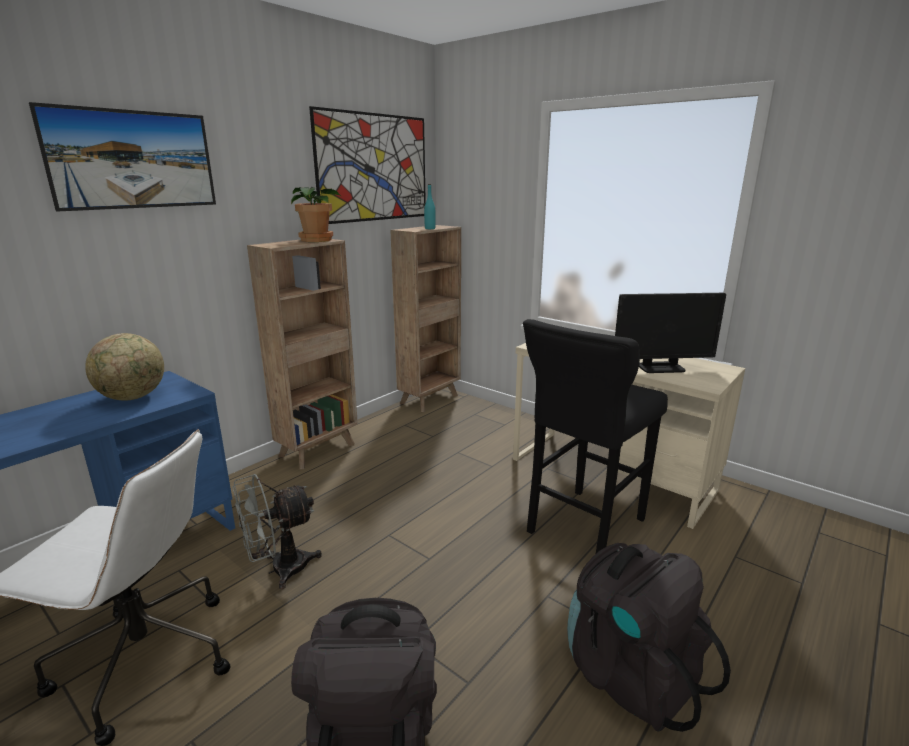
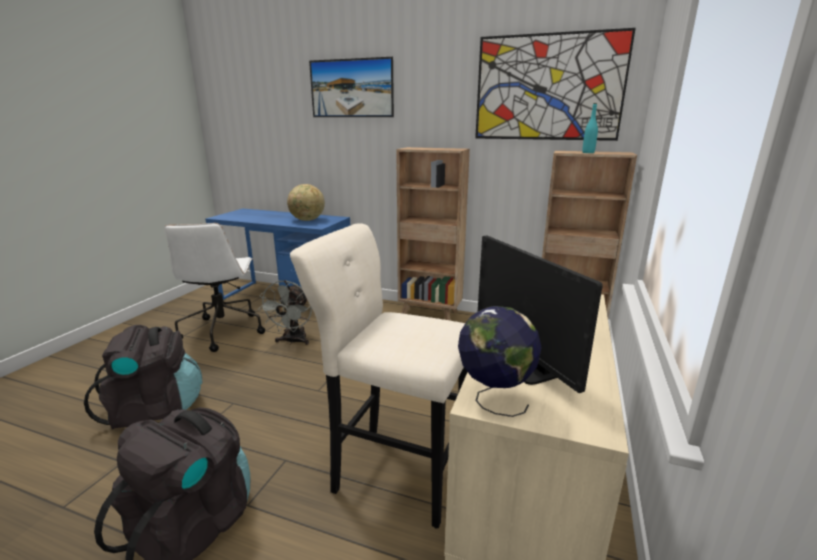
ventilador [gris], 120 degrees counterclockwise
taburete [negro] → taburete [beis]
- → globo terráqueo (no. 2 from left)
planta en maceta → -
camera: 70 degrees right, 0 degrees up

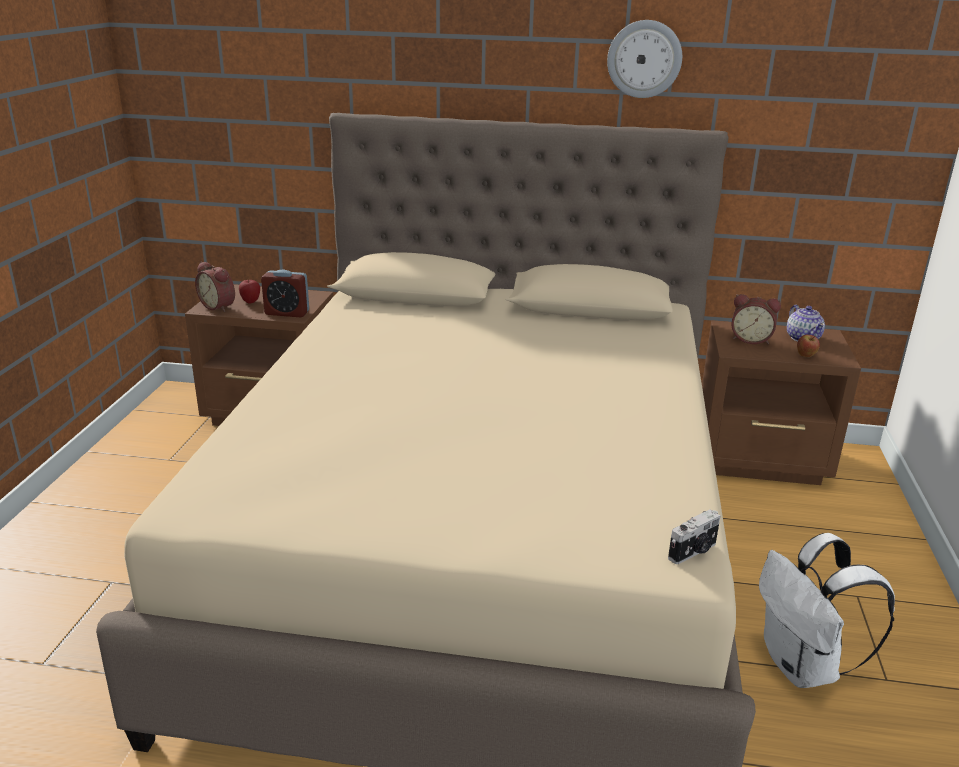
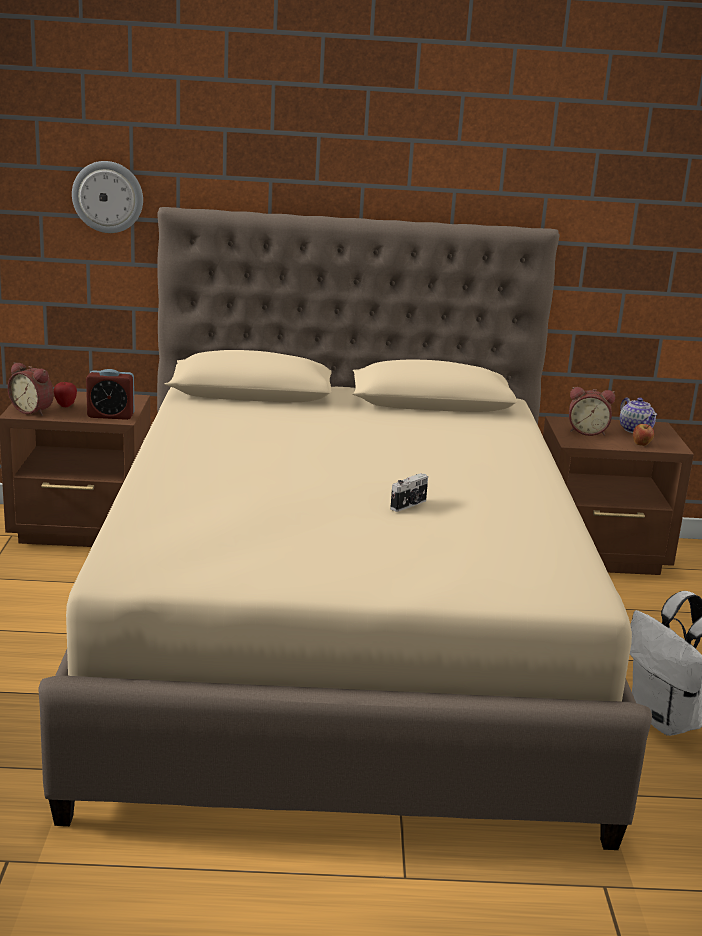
reloj de pared, relocated
cámara, relocated
camera: 10 degrees left, 5 degrees down

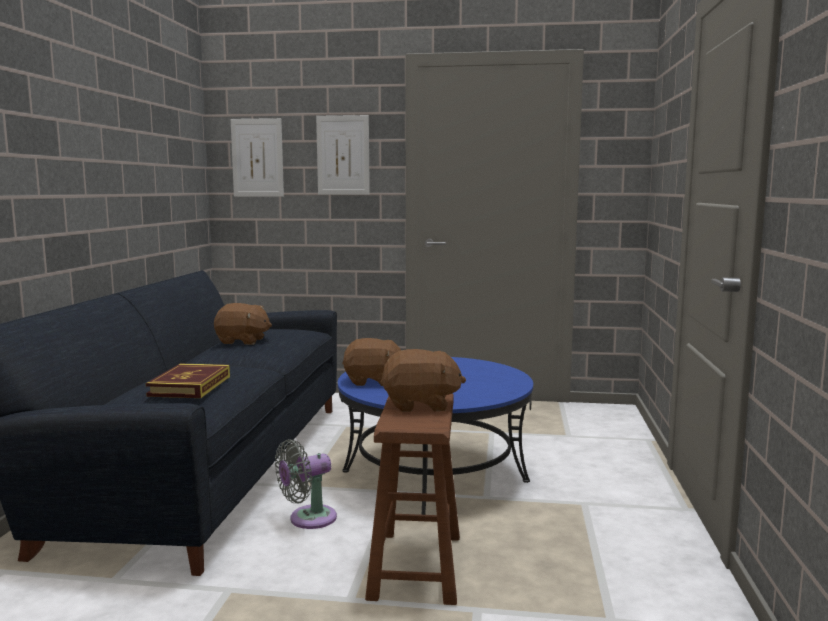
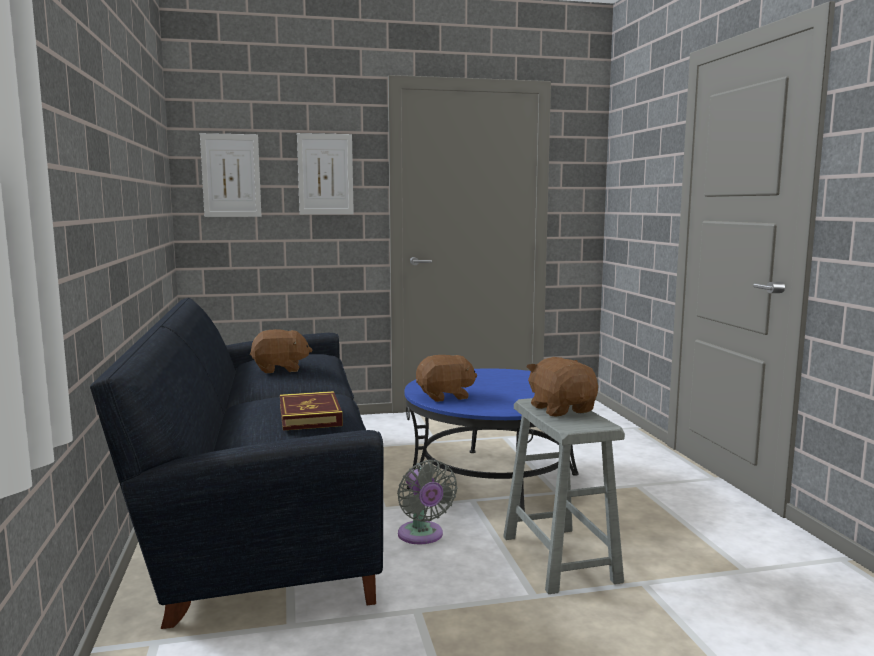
ventilador [gris], 60 degrees counterclockwise
taburete [marrón] → taburete [gris]
peluche [marrón] (no. 3 from left), 90 degrees counterclockwise
camera: 20 degrees left, 0 degrees up

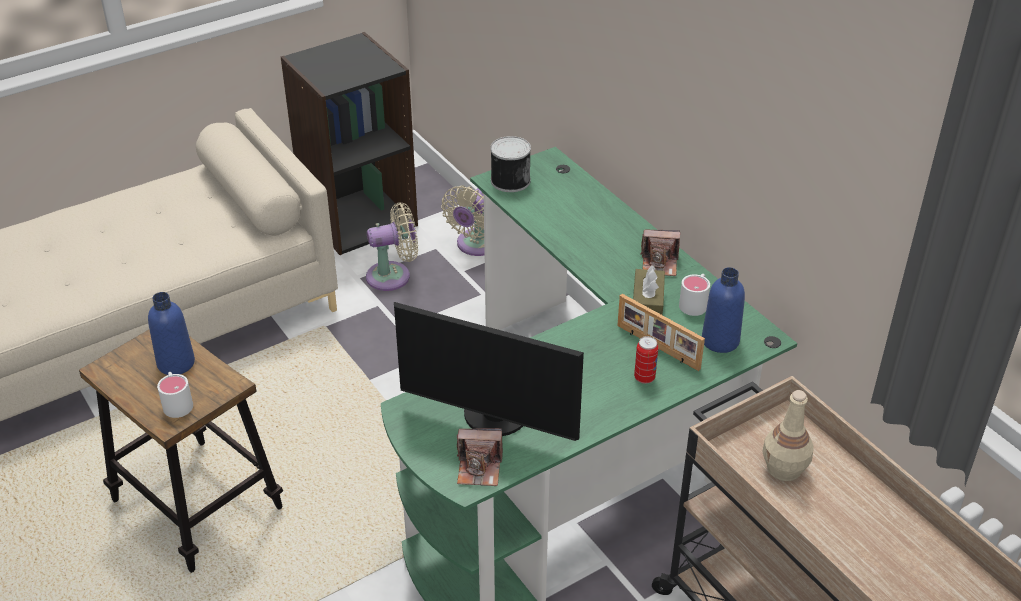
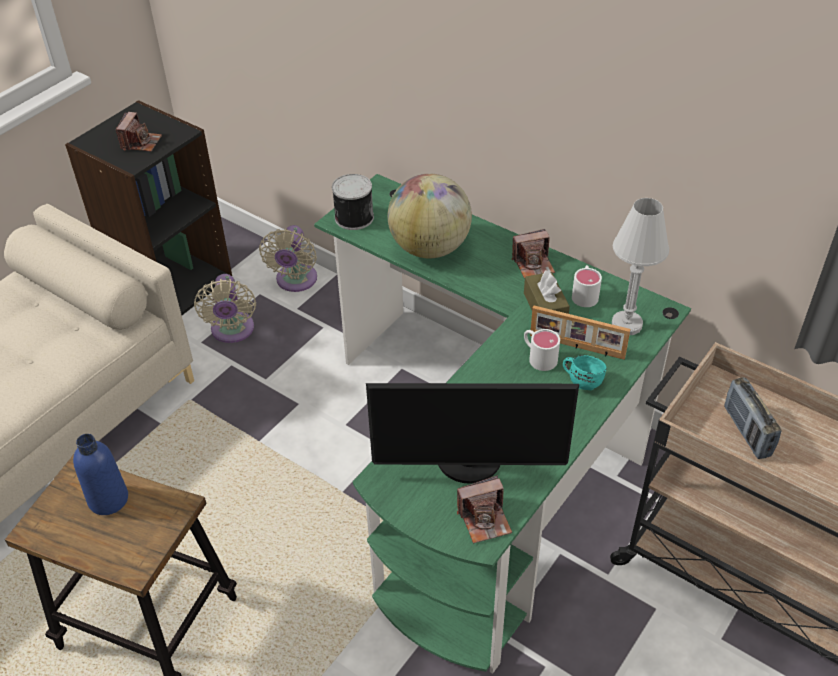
- → cámara (no. 1 from left)
ventilador [beis] (no. 1 from left), 120 degrees clockwise
- → globo terráqueo
taza grande [blanco] (no. 1 from left), relocated
lata (no. 2 from left) → taza grande [turquesa]
botella [azul] (no. 2 from left) → lámpara de mesa [blanco]
botella [beis] → radio
camera: 20 degrees left, 5 degrees up

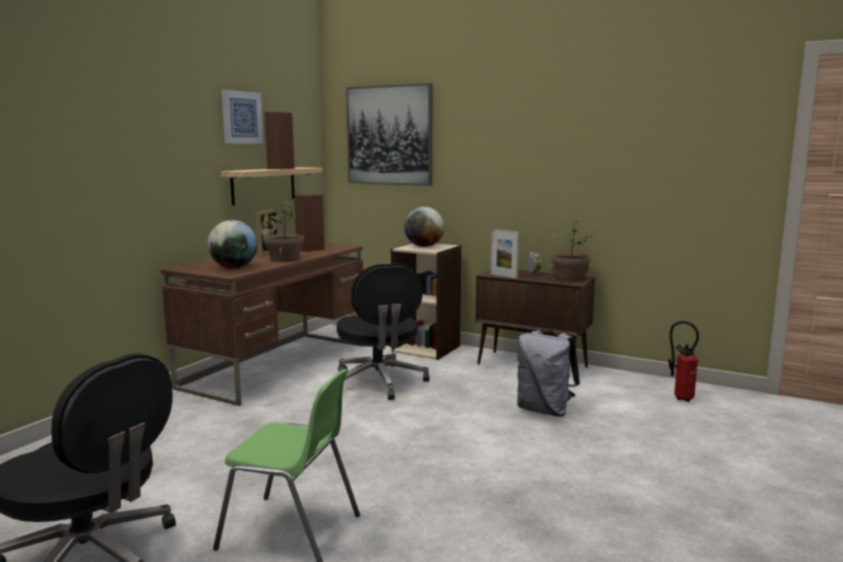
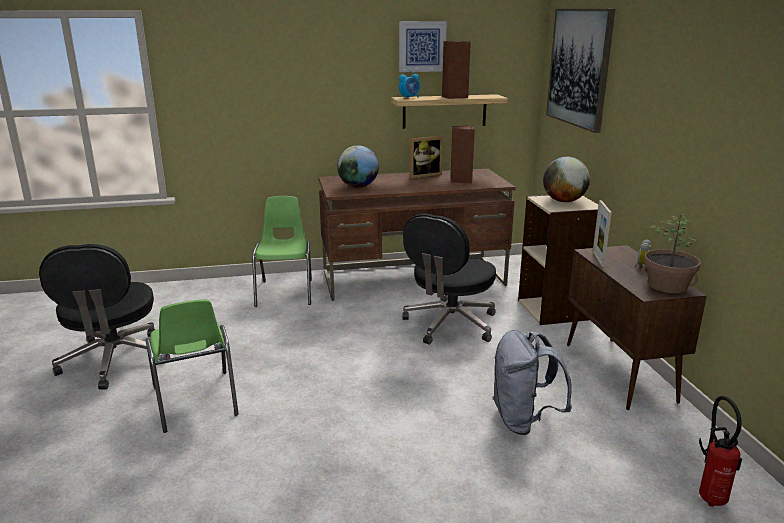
- → silla [verde] (no. 2 from left)
- → despertador (no. 1 from left)
planta en maceta (no. 1 from left) → -
camera: 50 degrees right, 10 degrees up

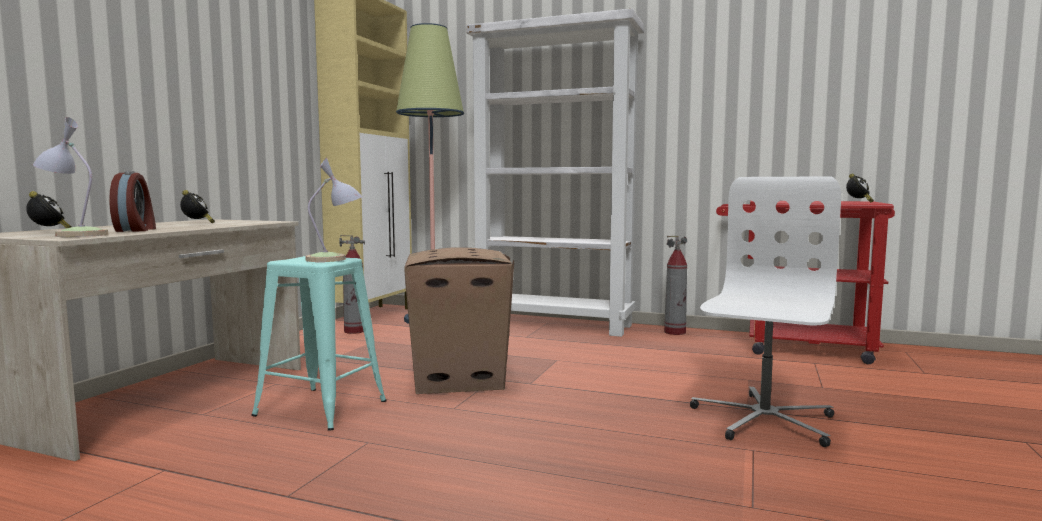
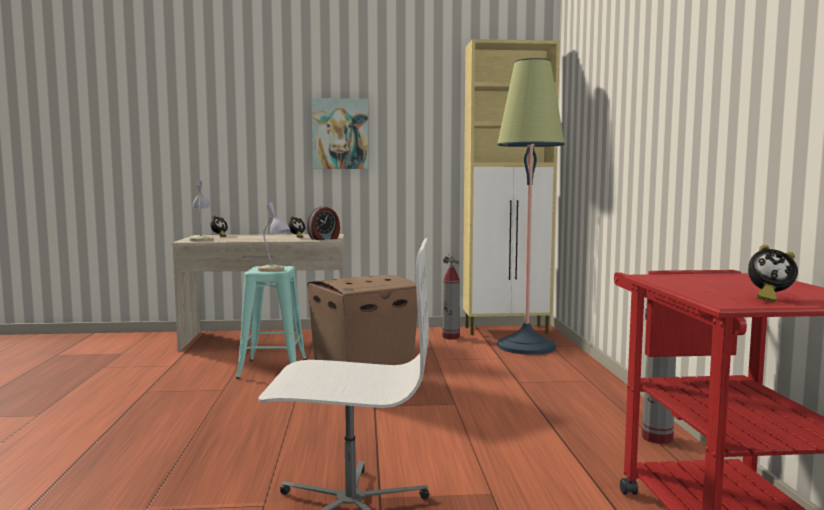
despertador (no. 2 from left in the first image) → despertador (no. 3 from left), relocated
- → cuadro
estantería [blanco] → -
camera: 65 degrees right, 0 degrees up

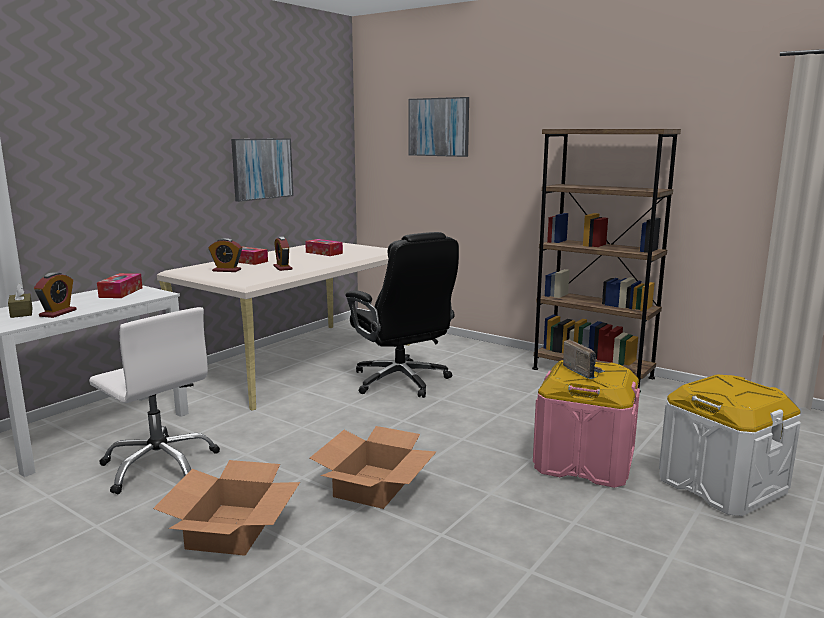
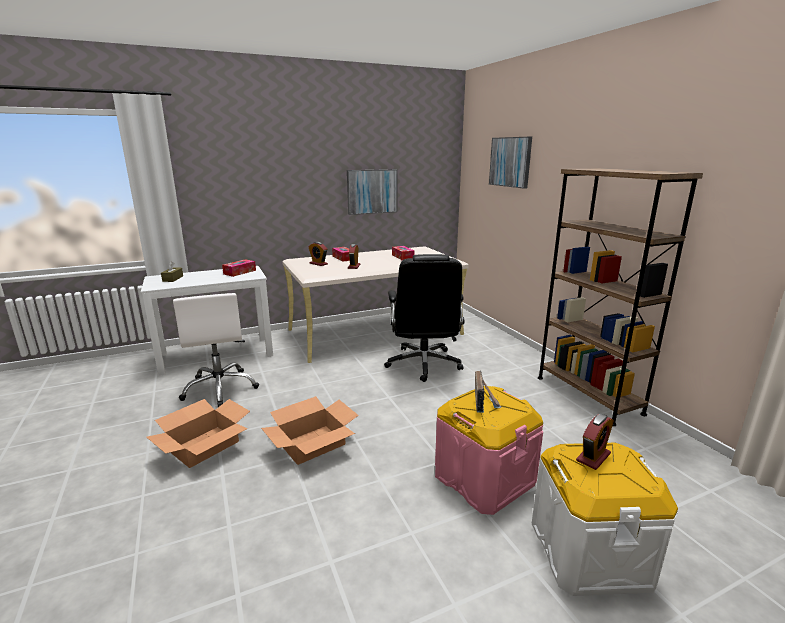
despertador (no. 1 from left in the first image) → despertador (no. 3 from left), relocated
camera: 30 degrees right, 5 degrees up

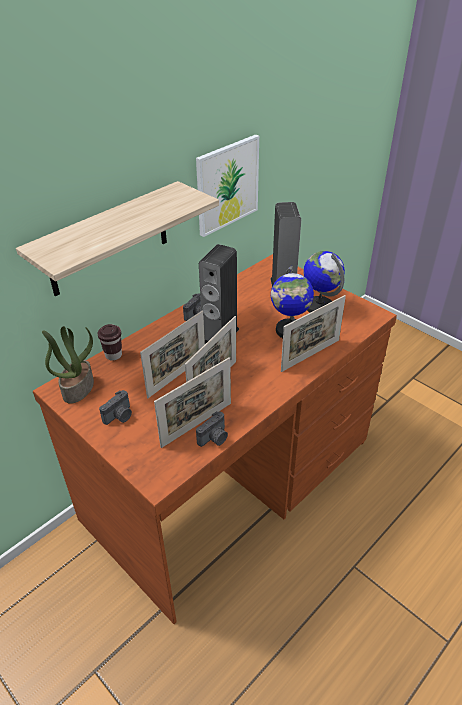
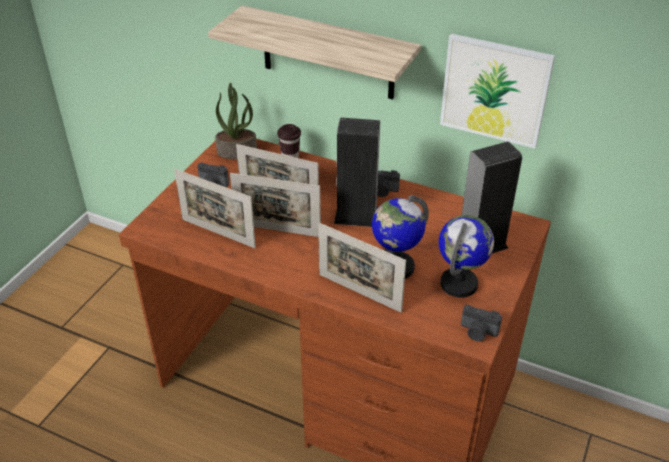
cámara (no. 3 from left), relocated
camera: 70 degrees right, 0 degrees up

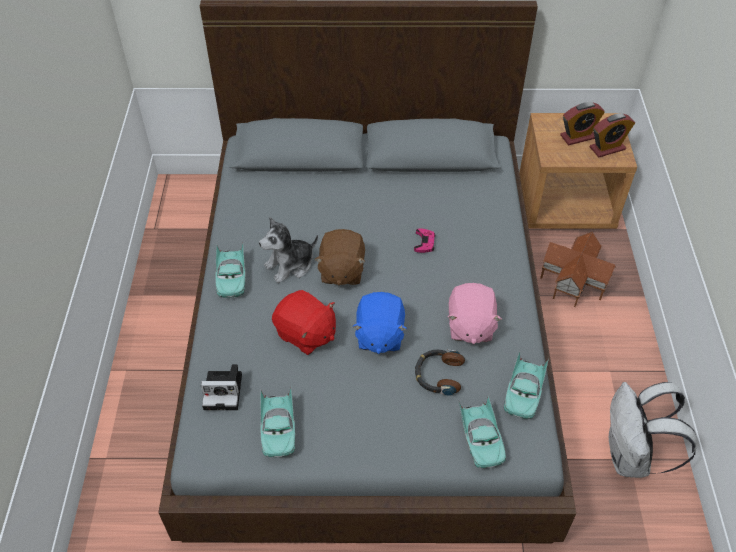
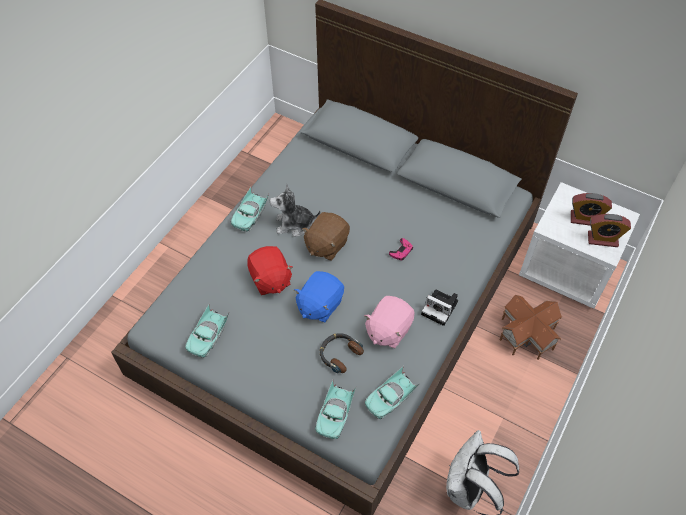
cámara, relocated
mesita de noche [marrón] → mesita de noche [blanco]
camera: 30 degrees right, 5 degrees up

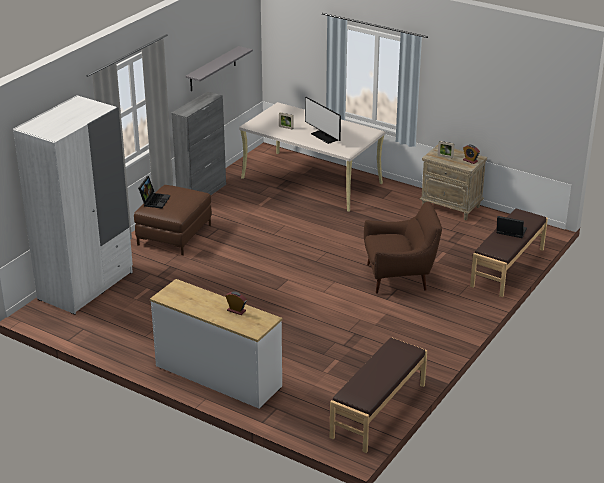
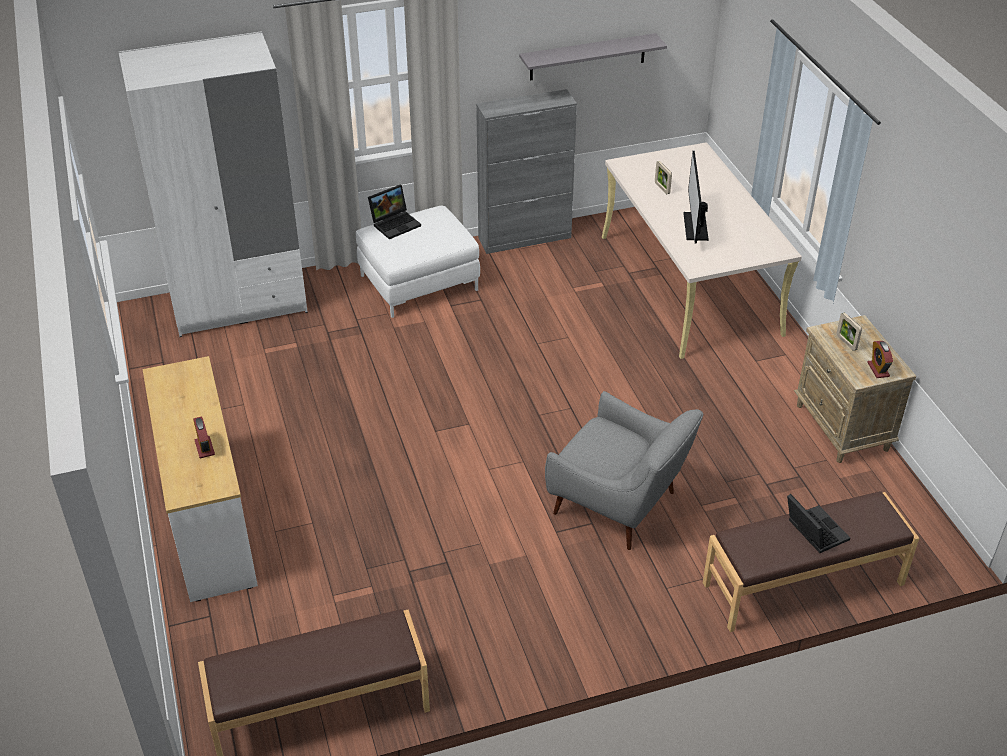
puf [marrón] → puf [blanco]
sillón [marrón] → sillón [gris]
camera: 40 degrees right, 10 degrees up

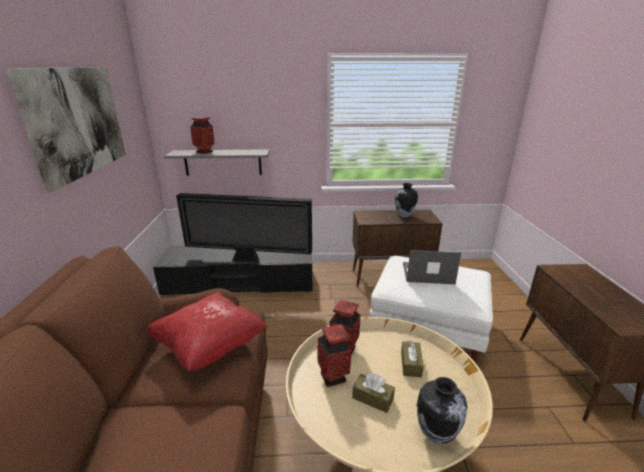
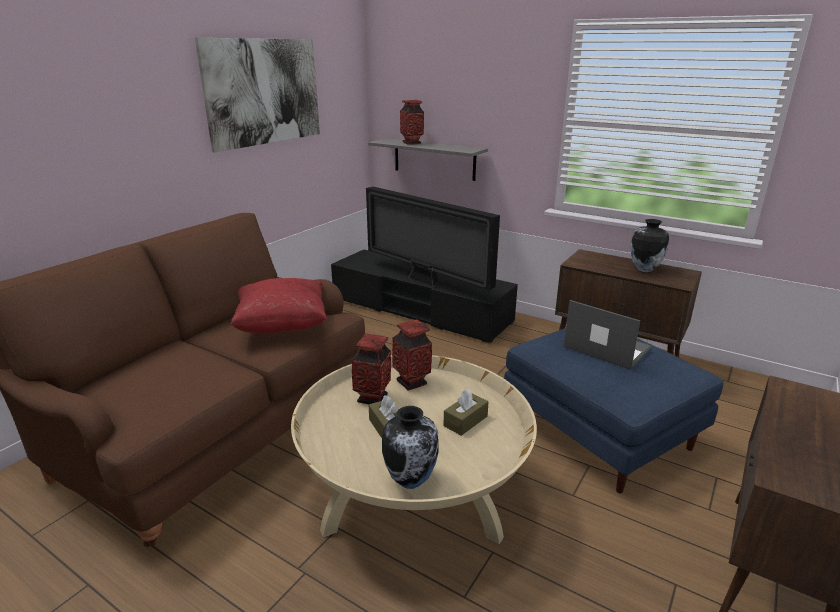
puf [blanco] → puf [azul]
camera: 35 degrees right, 0 degrees up

